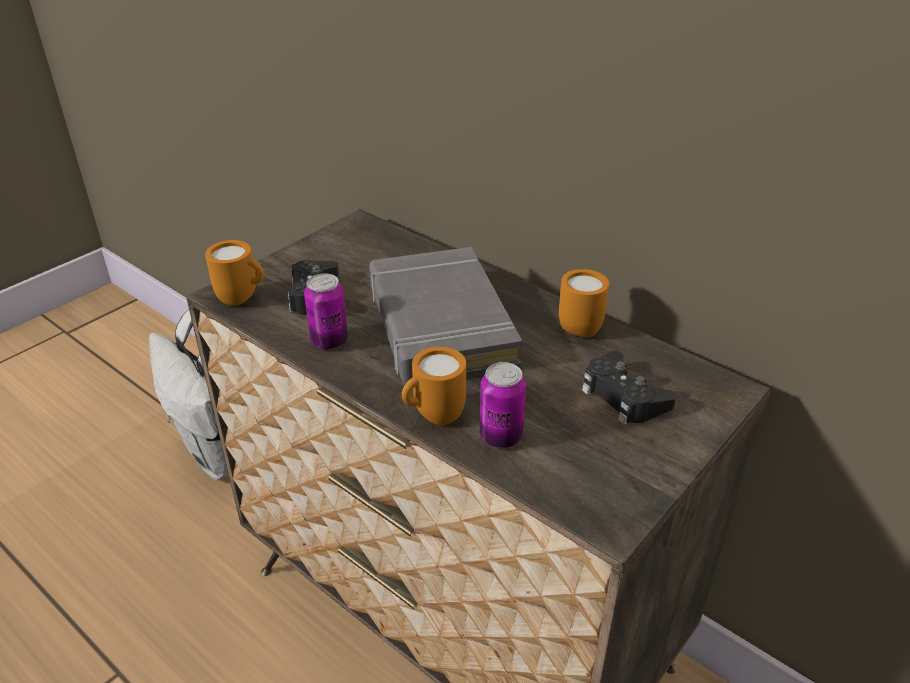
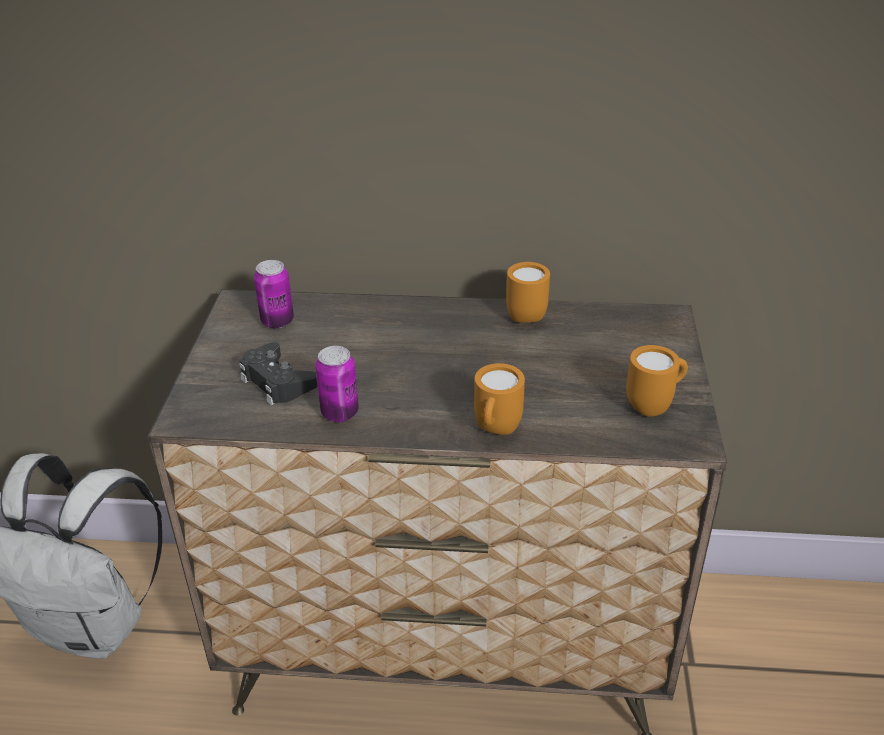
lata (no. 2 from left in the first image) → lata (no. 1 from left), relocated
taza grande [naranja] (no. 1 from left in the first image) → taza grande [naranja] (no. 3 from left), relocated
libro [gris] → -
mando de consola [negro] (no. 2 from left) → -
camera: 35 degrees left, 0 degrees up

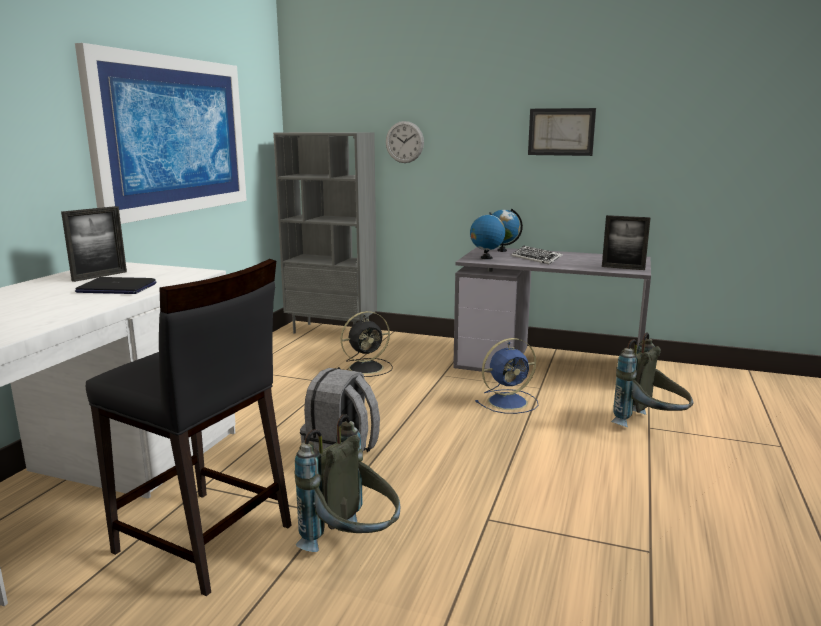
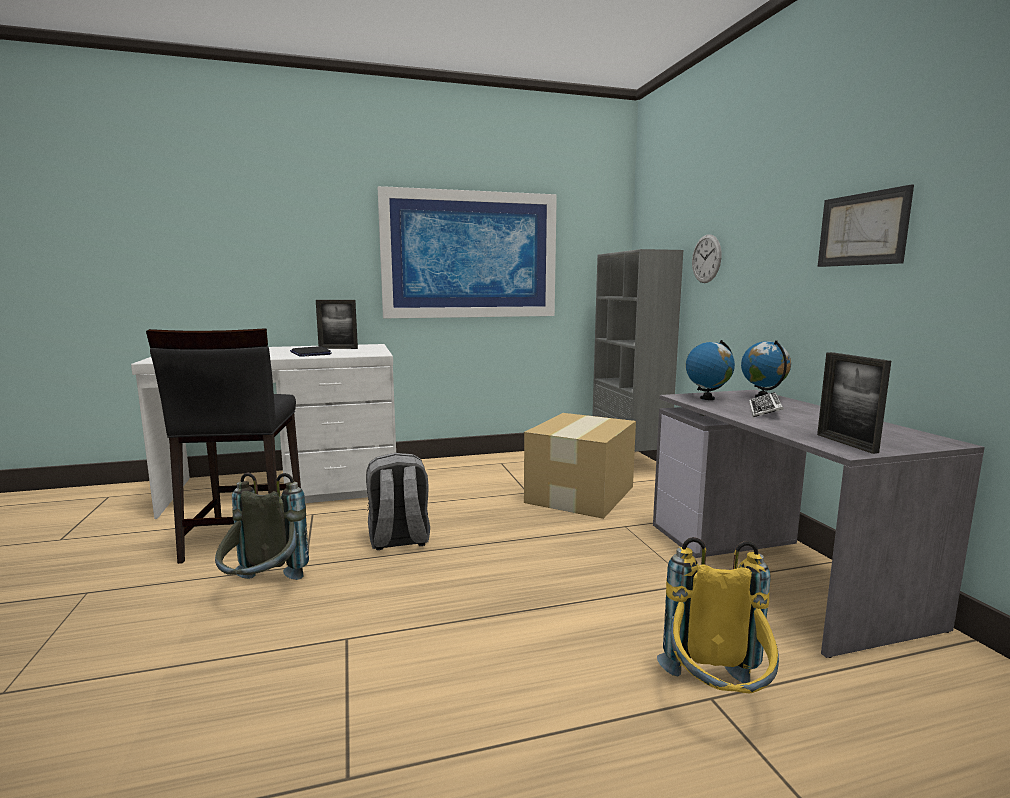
ventilador [negro] → caja de cartón
mochila [gris] (no. 3 from left) → mochila [amarillo]
ventilador [azul] → -
camera: 55 degrees right, 5 degrees down

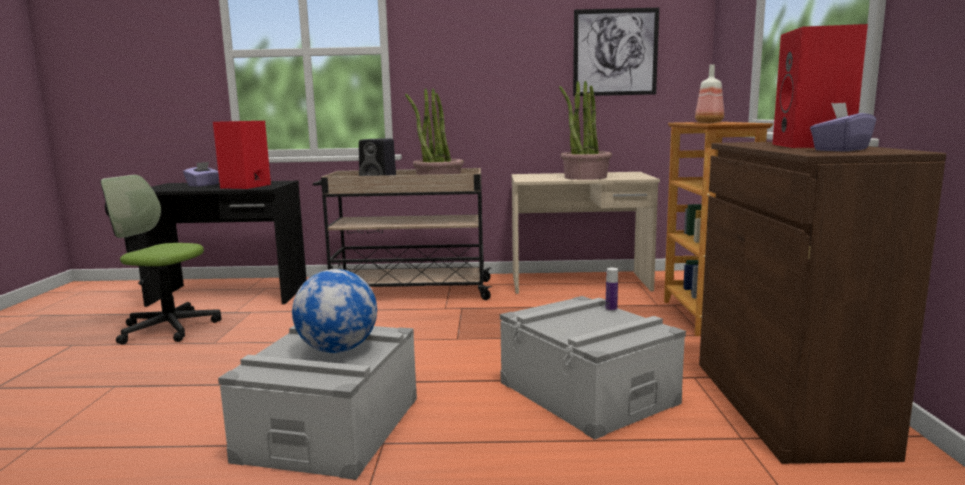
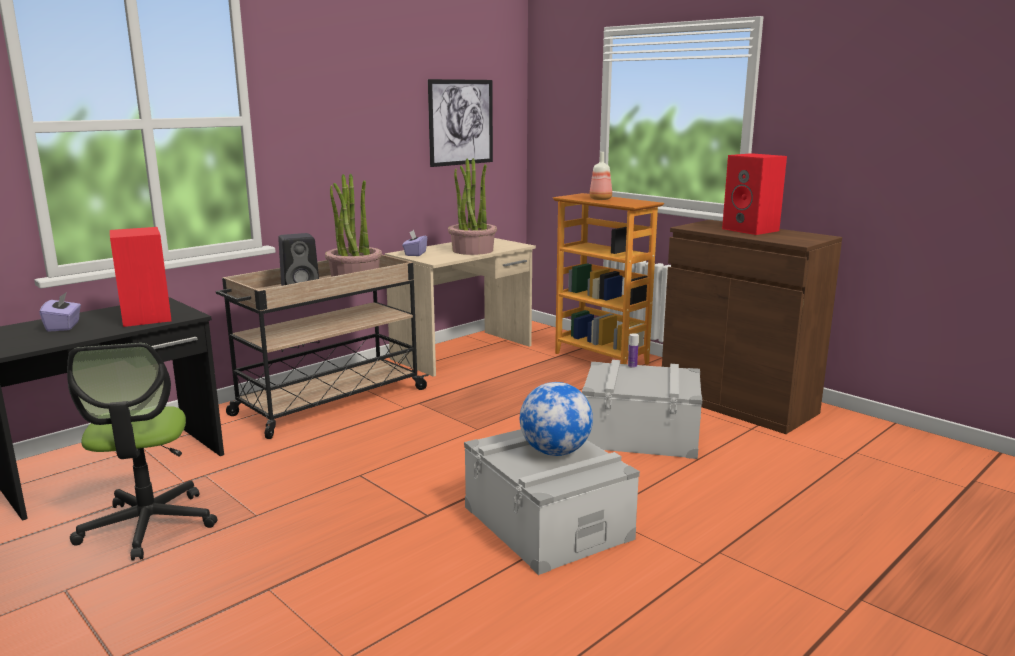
silla de oficina, 75 degrees counterclockwise
caja de pañuelos [morado] (no. 2 from left), relocated
camera: 45 degrees left, 5 degrees up

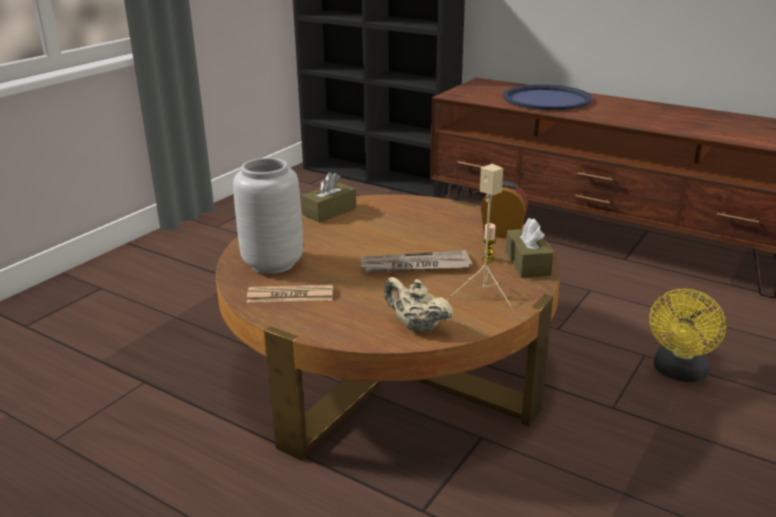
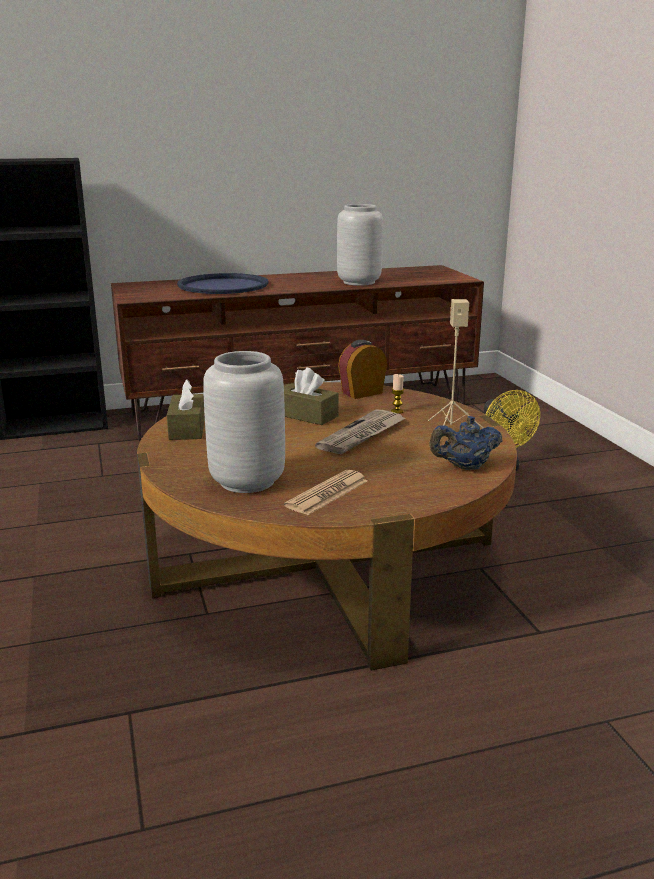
caja de pañuelos [marrón] (no. 2 from left), relocated
- → florero [gris] (no. 2 from left)
tetera [beis] → tetera [azul]
camera: 50 degrees left, 5 degrees down

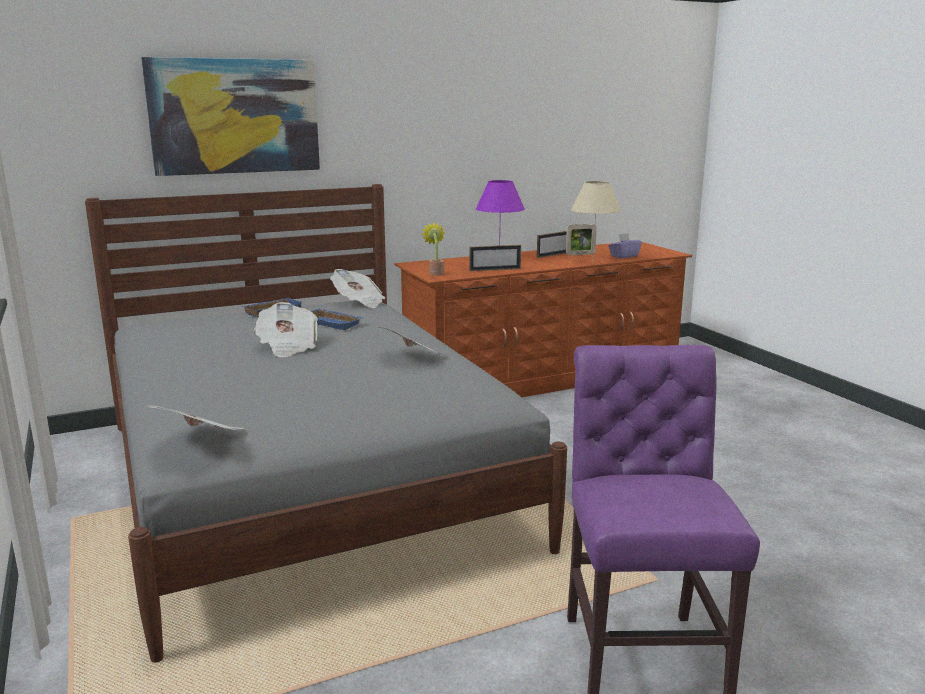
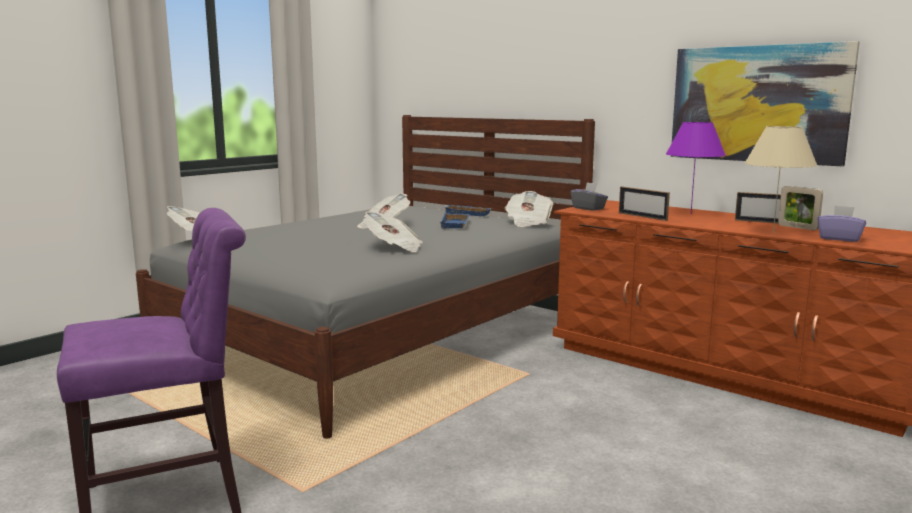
planta en maceta → caja de pañuelos [gris]
cuadro, relocated
camera: 65 degrees right, 5 degrees down

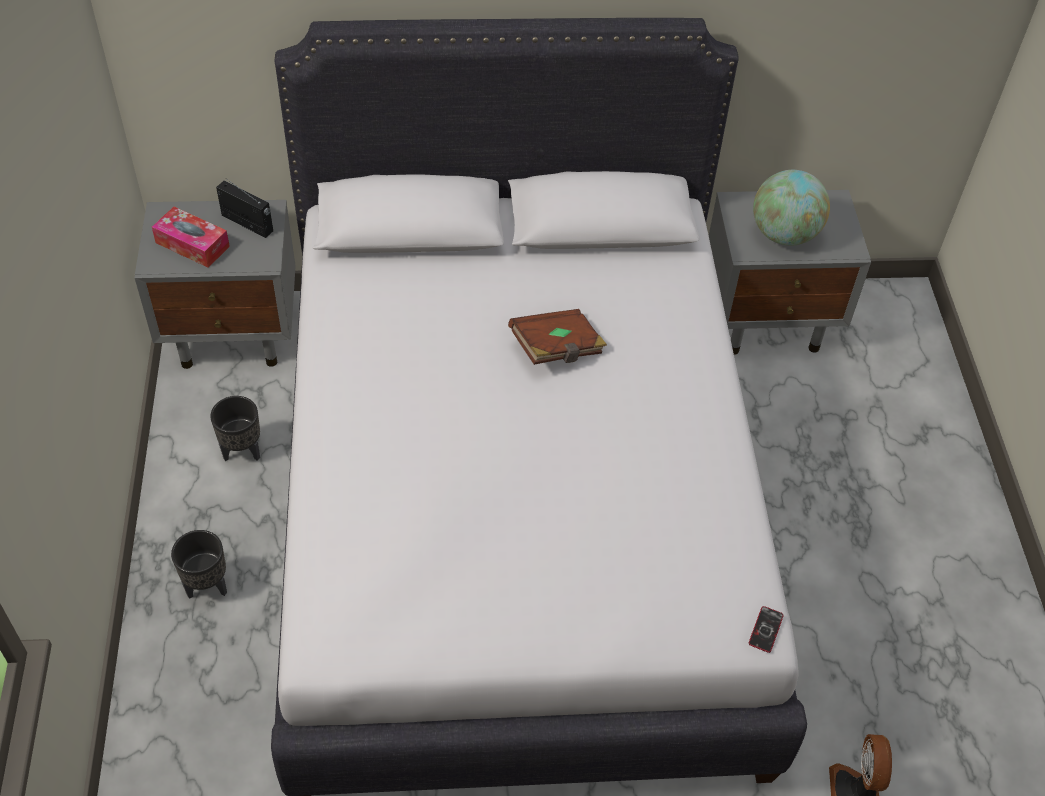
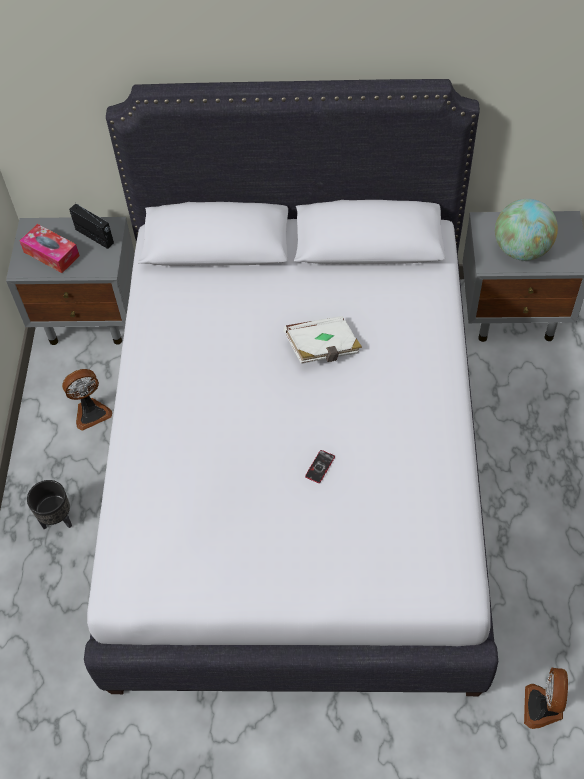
maceta [negro] (no. 2 from left) → ventilador (no. 1 from left)
libro [marrón] → libro [blanco]
móvil, relocated
camera: 10 degrees right, 5 degrees up

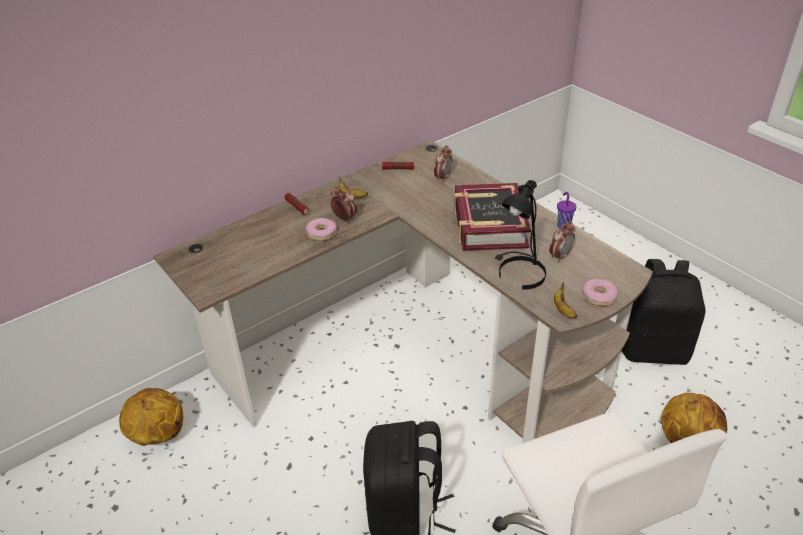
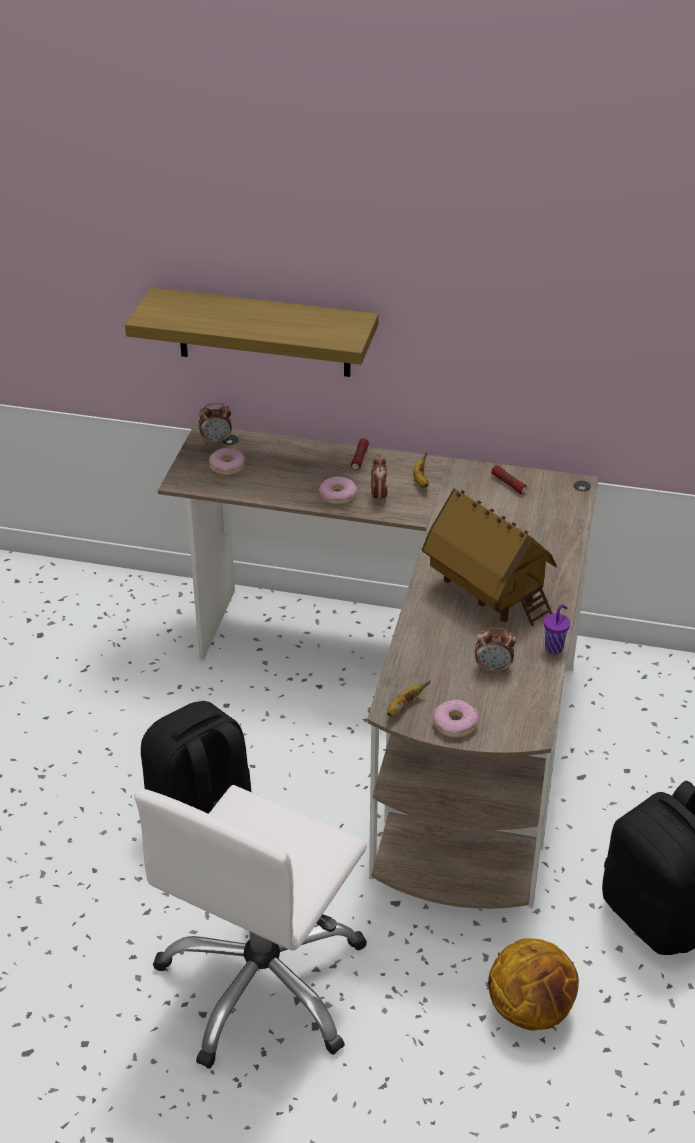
- → estante
despertador (no. 2 from left in the first image) → despertador (no. 1 from left), relocated
- → rosquilla (no. 1 from left)
libro → casita
balón de baloncesto (no. 1 from left) → -
lámpara de mesa [negro] → -
camera: 50 degrees right, 0 degrees up

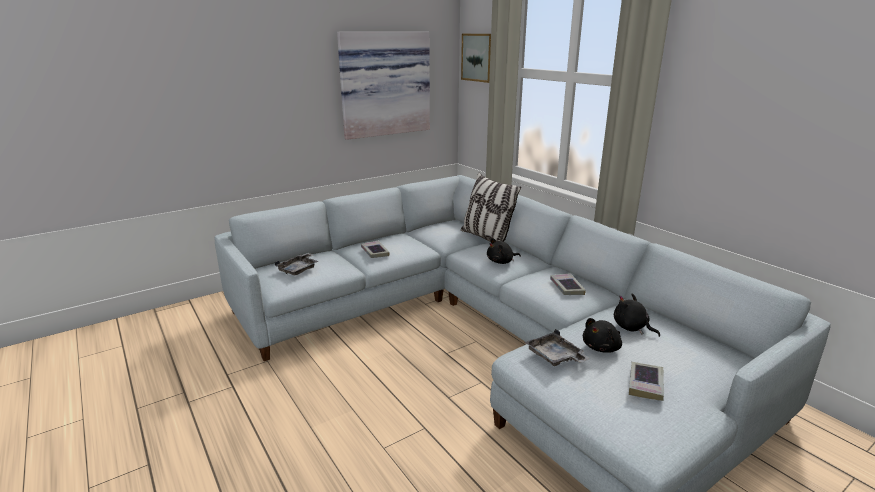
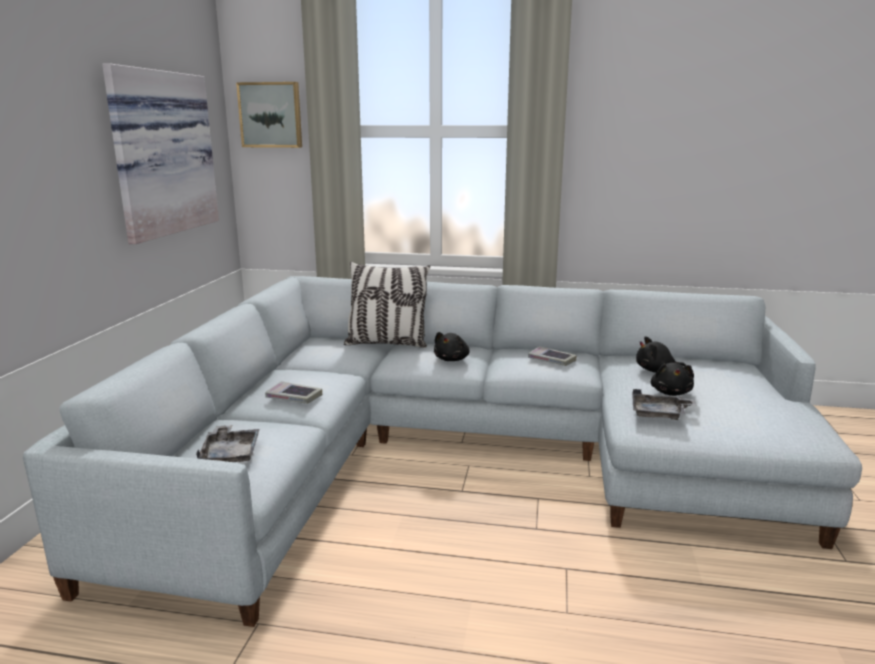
libro (no. 3 from left) → -
camera: 45 degrees left, 5 degrees down

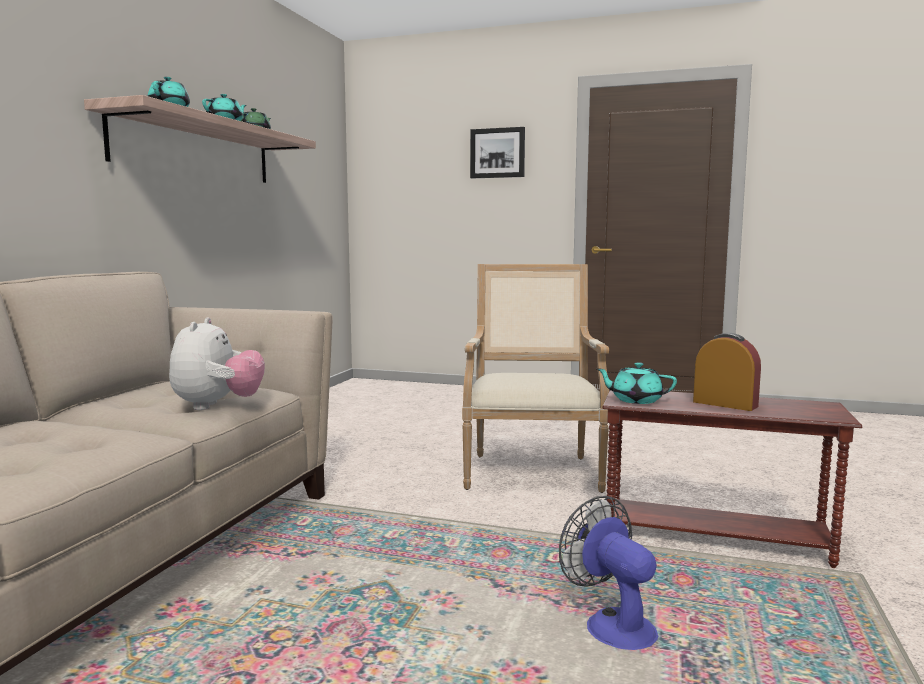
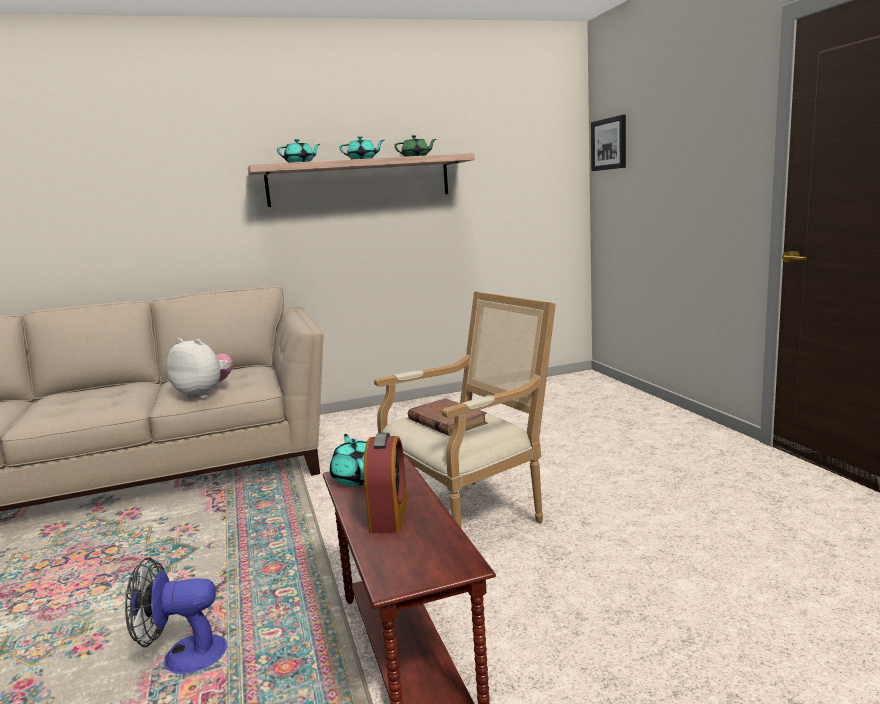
ventilador, 120 degrees counterclockwise
peluche, 120 degrees counterclockwise
- → libro [marrón]
cuadro, relocated
camera: 55 degrees right, 5 degrees up

